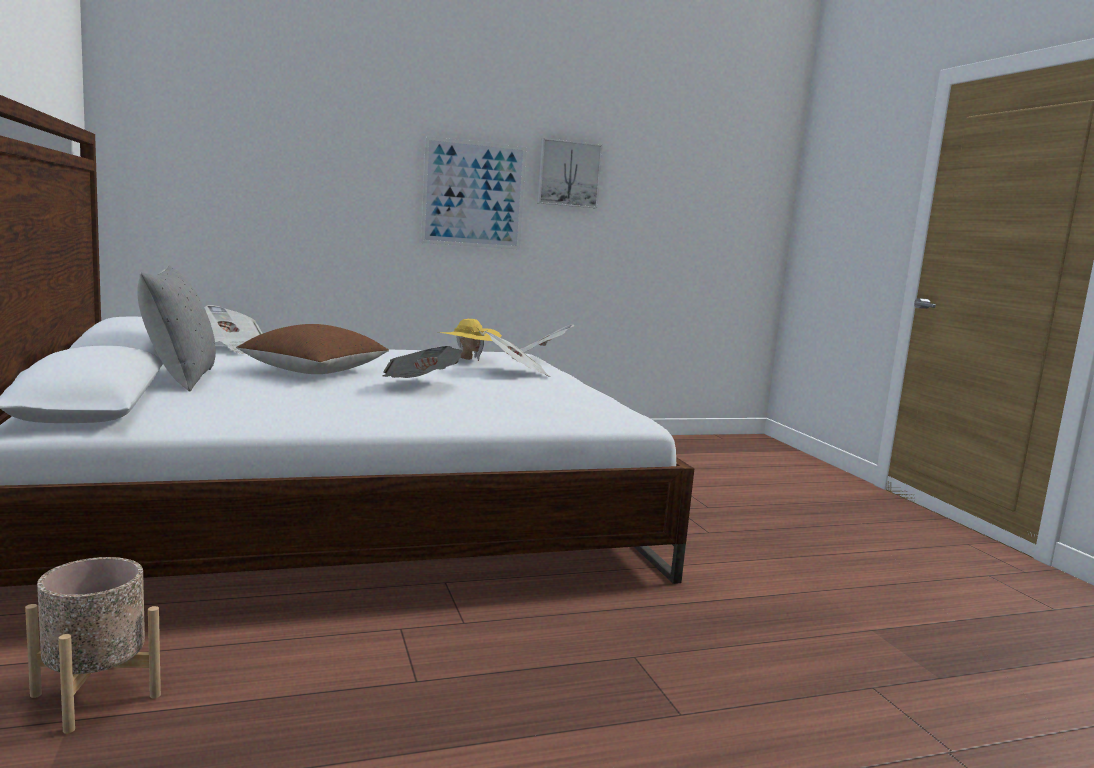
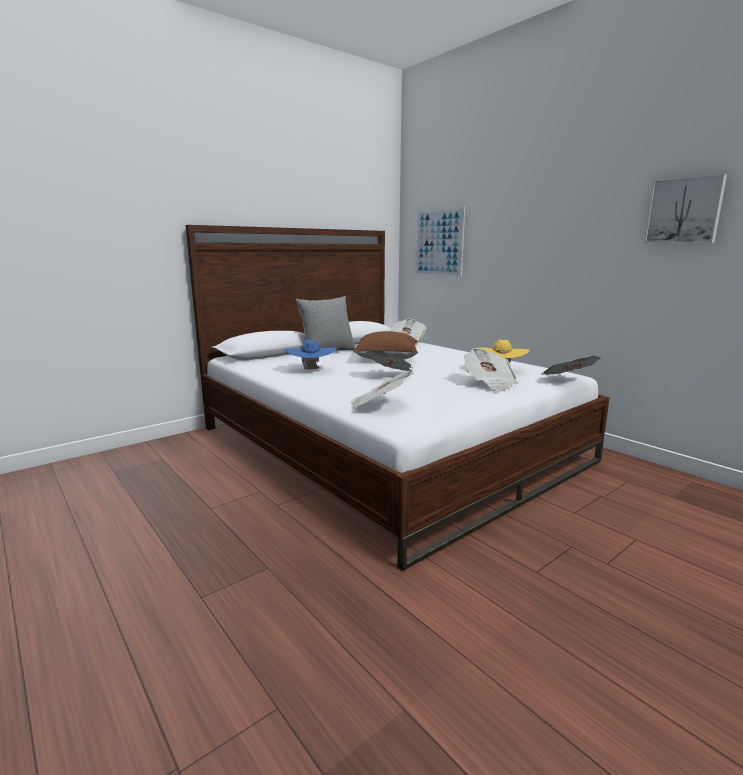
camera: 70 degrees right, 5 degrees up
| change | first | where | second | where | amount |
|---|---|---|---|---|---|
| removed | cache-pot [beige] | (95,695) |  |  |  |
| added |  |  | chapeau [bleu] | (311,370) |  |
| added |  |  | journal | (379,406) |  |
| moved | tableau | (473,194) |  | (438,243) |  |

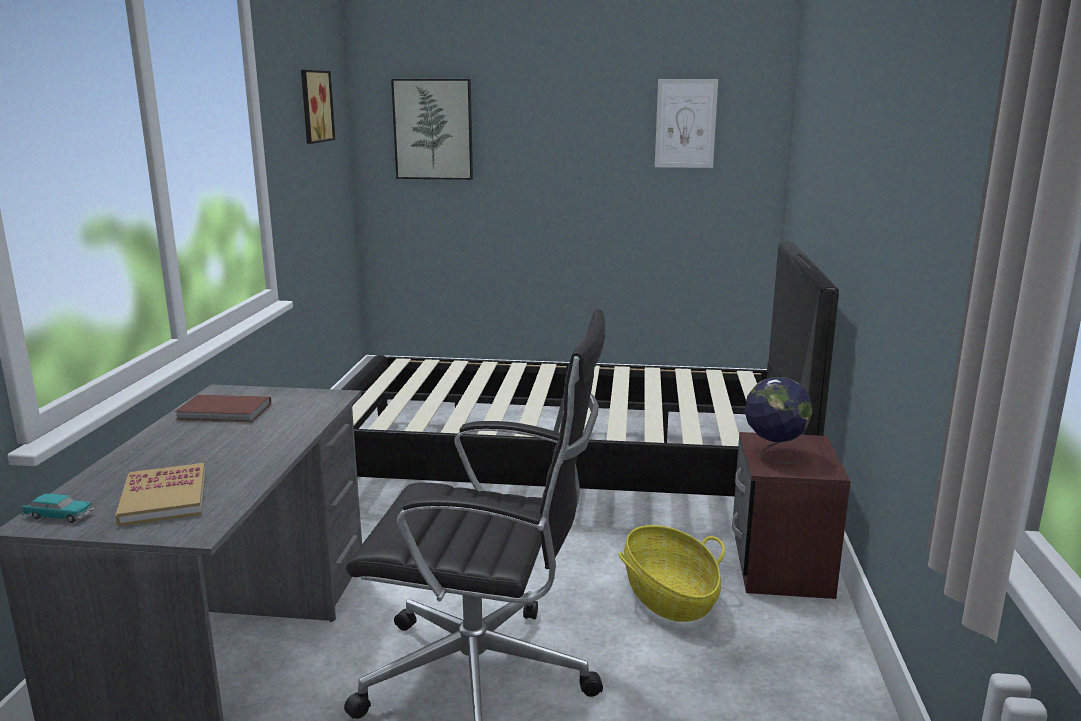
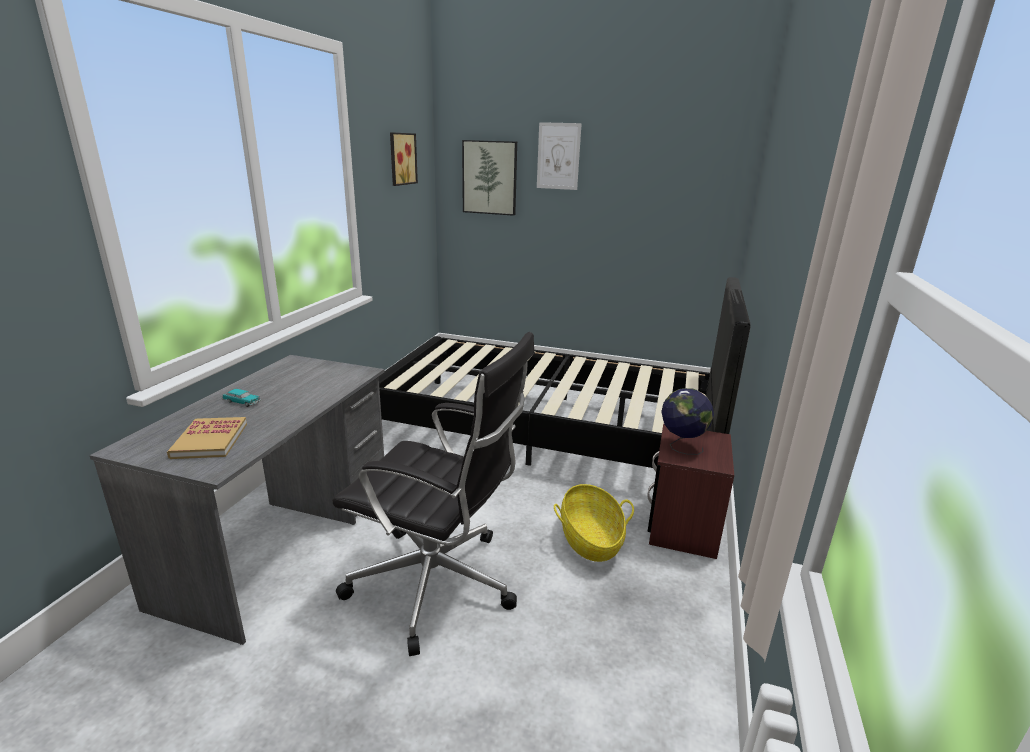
camera: 10 degrees right, 5 degrees up
| change | first | where | second | where | amount |
|---|---|---|---|---|---|
| removed | livre [marron] | (224,412) |  |  |  |
| moved | petite voiture | (59,515) |  | (242,402) |  |
| moved | tableau | (685,123) |  | (558,156) |  |

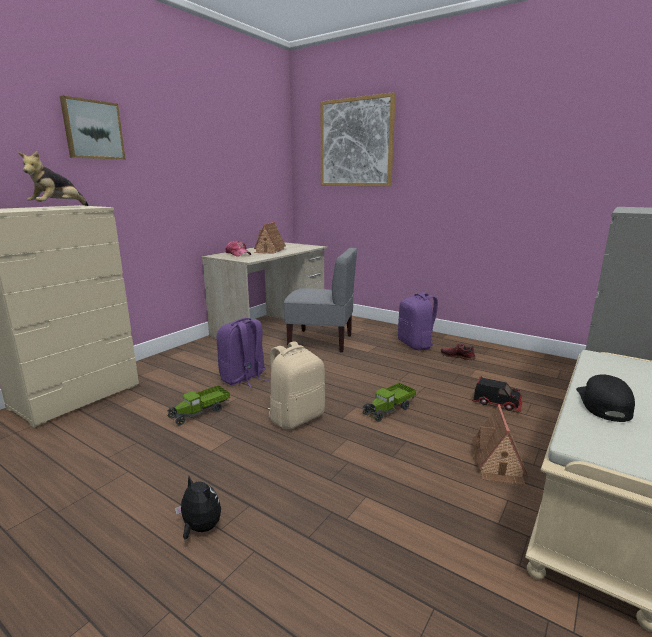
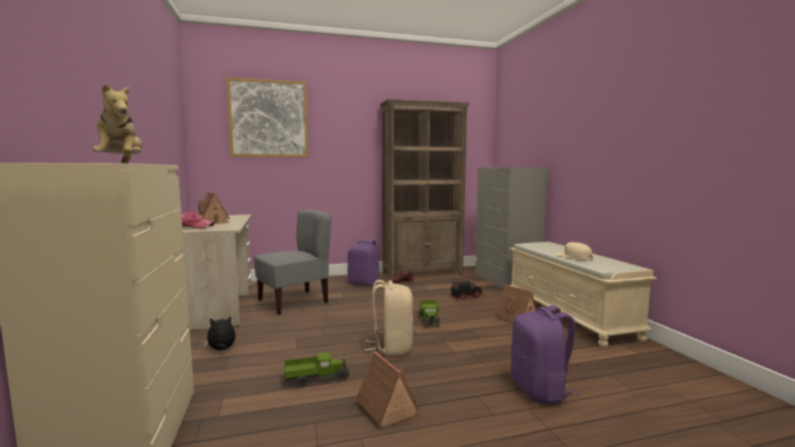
camera: 50 degrees left, 10 degrees down
| change | first | where | second | where | amount |
|---|---|---|---|---|---|
| removed | tableau | (92,130) |  |  |  |
| added |  |  | maison miniature | (384,407) |  |
| added |  |  | bibliothèque [marron] | (423,273) |  |
| moved | peluche | (200,528) |  | (221,350) |  |
| moved | sac à dos [violet] | (243,378) |  | (540,390) |  |
| recoloured | casquette [noir] | (603,404) | casquette [beige] | (573,257) |  |
| turned | camion jouet | (200,412) |  | (316,379) | 105 degrees counterclockwise |

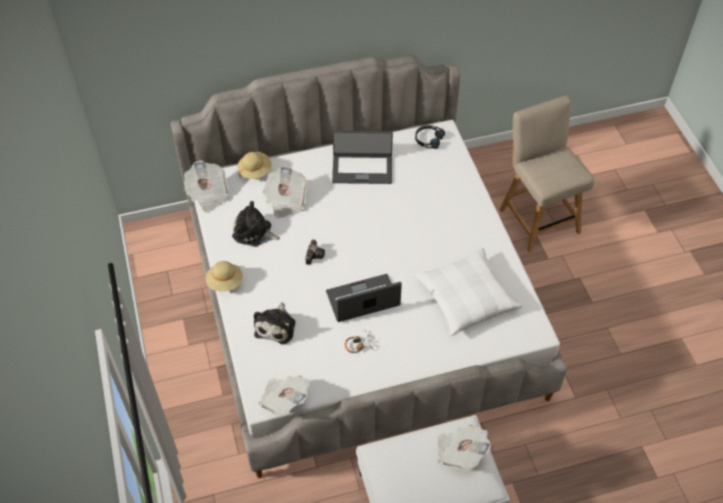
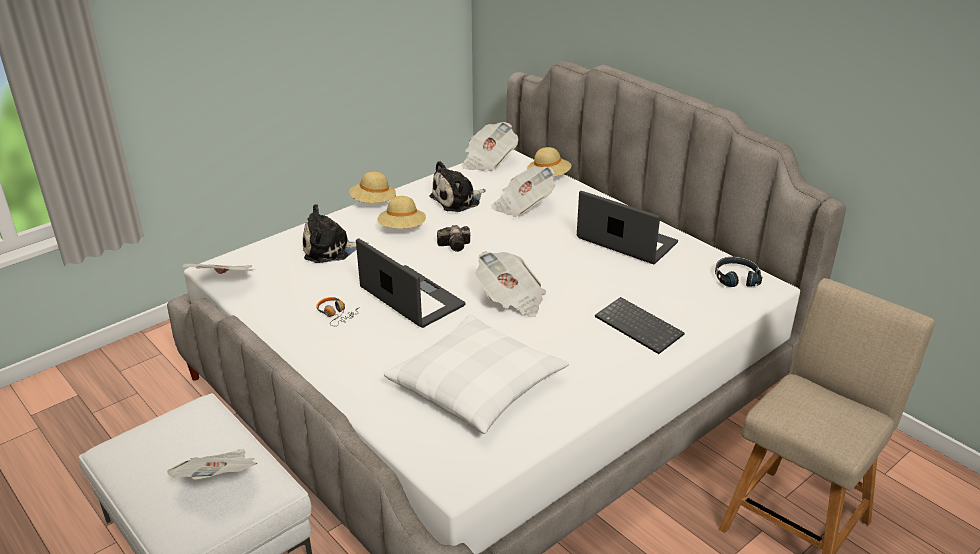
camera: 65 degrees right, 20 degrees down
| change | first | where | second | where | amount |
|---|---|---|---|---|---|
| added |  |  | chapeau [beige] | (402,228) |  |
| added |  |  | journal | (511,299) |  |
| added |  |  | clavier | (640,327) |  |
| turned | peluche | (254,232) |  | (458,200) | 120 degrees counterclockwise |
| turned | ordinateur portable | (362,169) |  | (626,241) | 150 degrees clockwise |

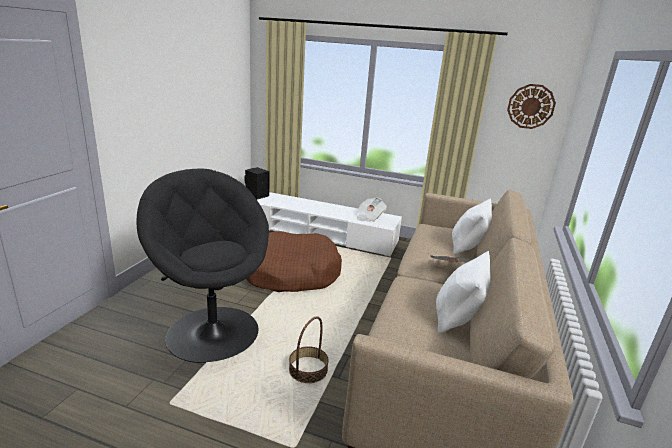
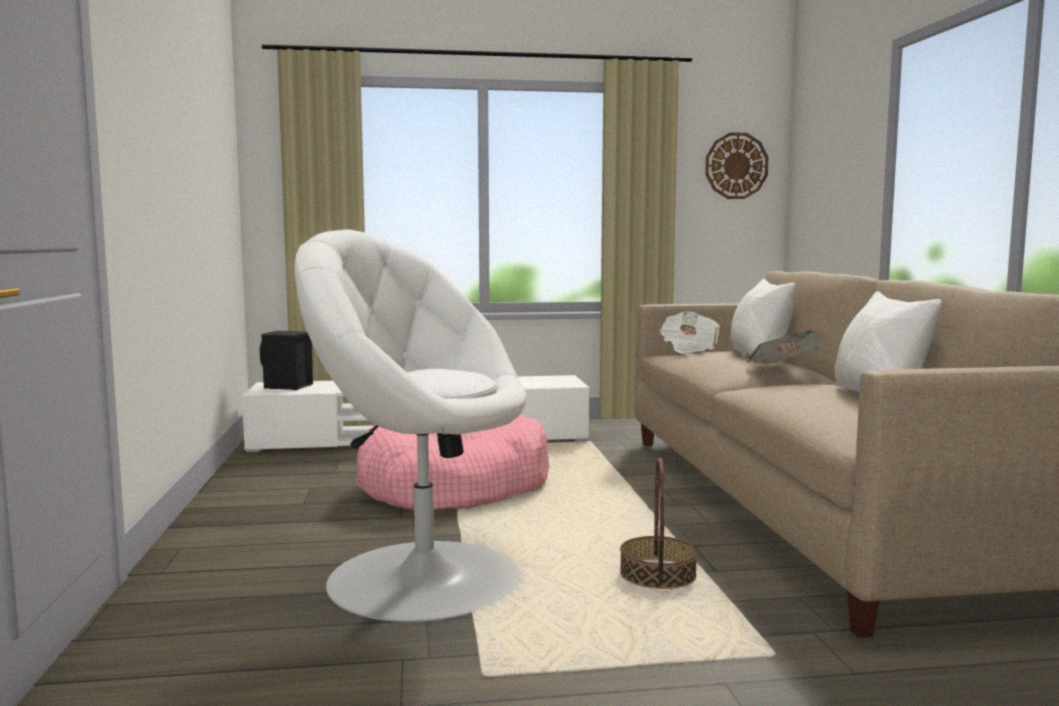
camera: 25 degrees left, 15 degrees down
| change | first | where | second | where | amount |
|---|---|---|---|---|---|
| moved | journal | (369,217) |  | (689,349) |  |
| recoloured | fauteuil [noir] | (213,331) | fauteuil [blanc] | (422,576) |  |
| recoloured | panier pour chien [marron] | (290,273) | panier pour chien [rose] | (454,486) |  |

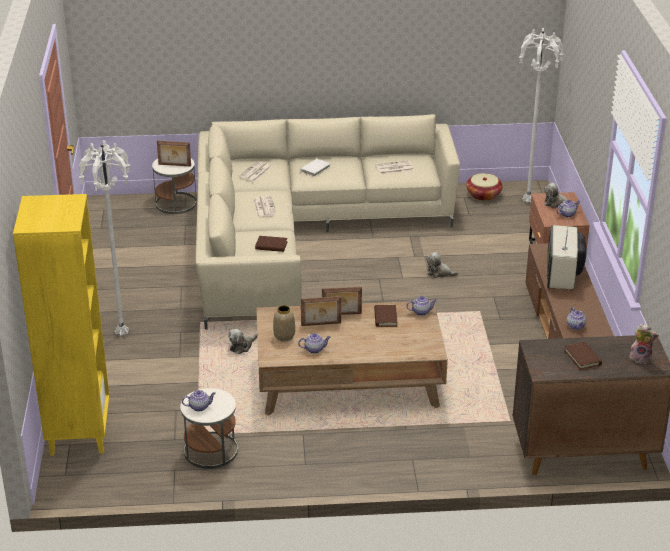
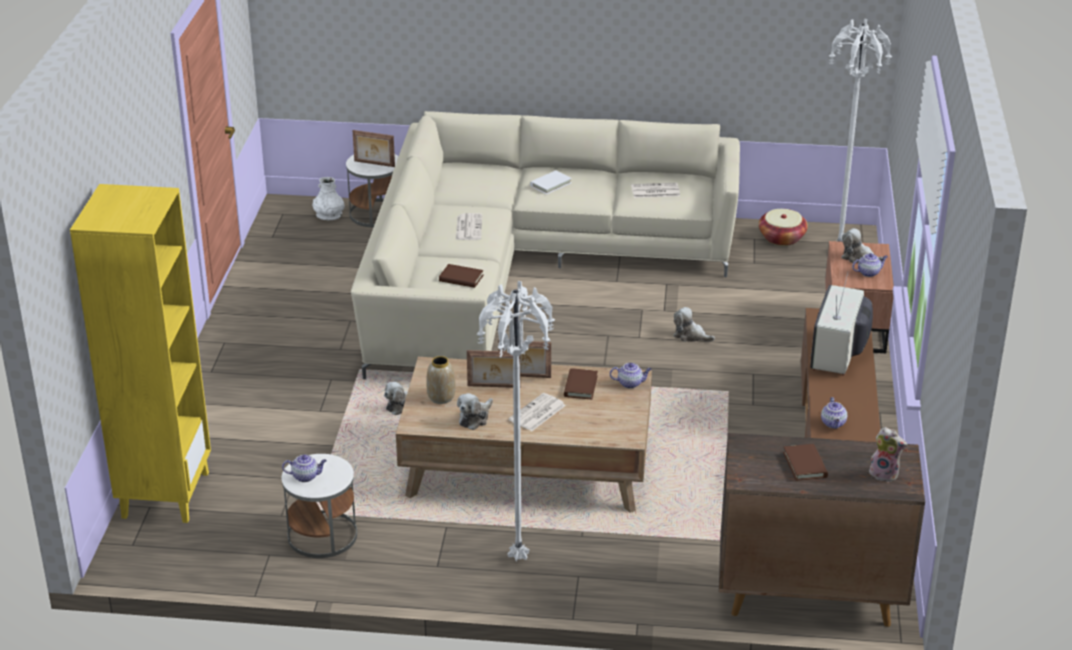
camera: 10 degrees right, 0 degrees up
| change | first | where | second | where | amount |
|---|---|---|---|---|---|
| added |  |  | vase [blanc] | (329,215) |  |
| moved | lampadaire [blanc] | (121,334) |  | (516,557) |  |
| moved | journal | (255,172) |  | (537,413) |  |
| replaced | théière | (314,349) | peluche | (475,418) |  |

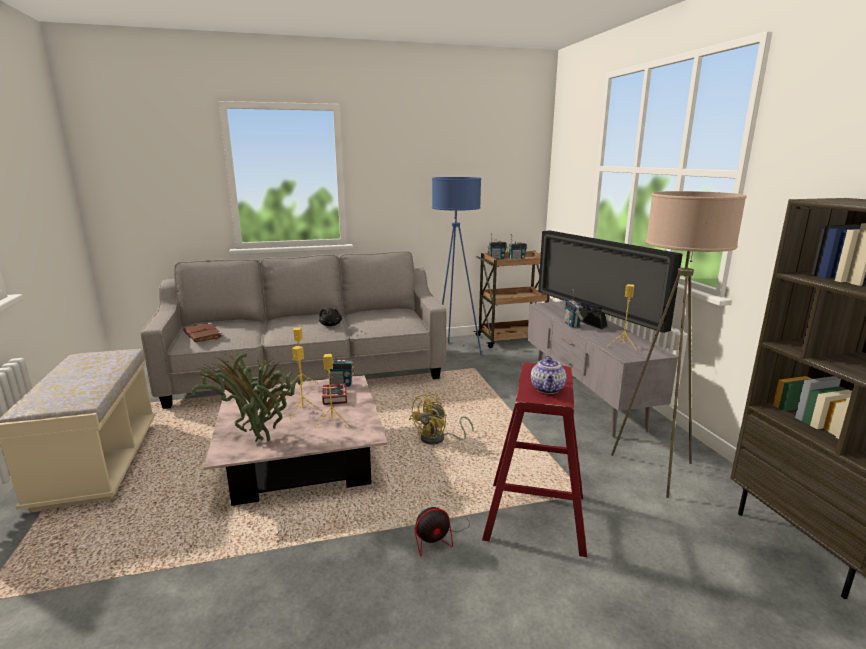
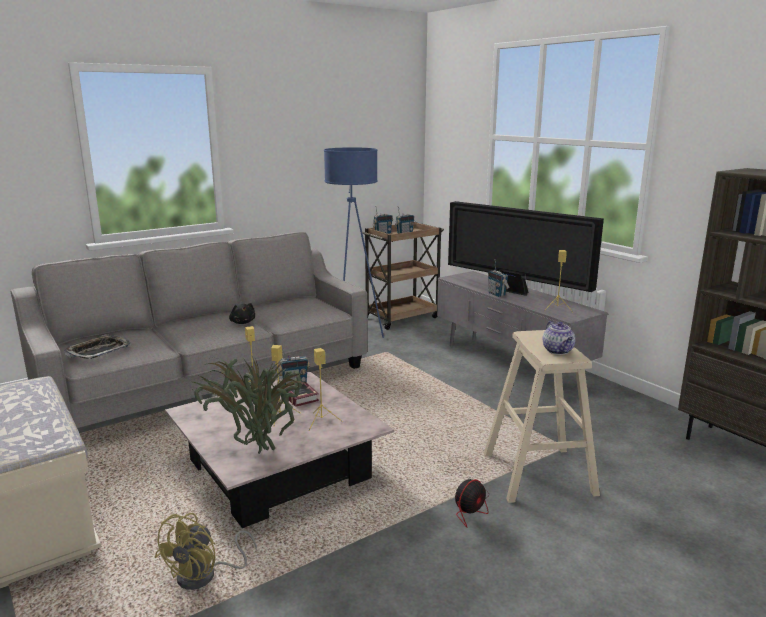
camera: 20 degrees left, 0 degrees up
| change | first | where | second | where | amount |
|---|---|---|---|---|---|
| removed | lampadaire [beige] | (655,470) |  |  |  |
| moved | ventilateur [jaune] | (438,439) |  | (205,576) |  |
| replaced | livre [marron] | (203,335) | plateau | (98,351) |  |
| recoloured | tabouret [rouge] | (535,516) | tabouret [beige] | (538,474) |  |

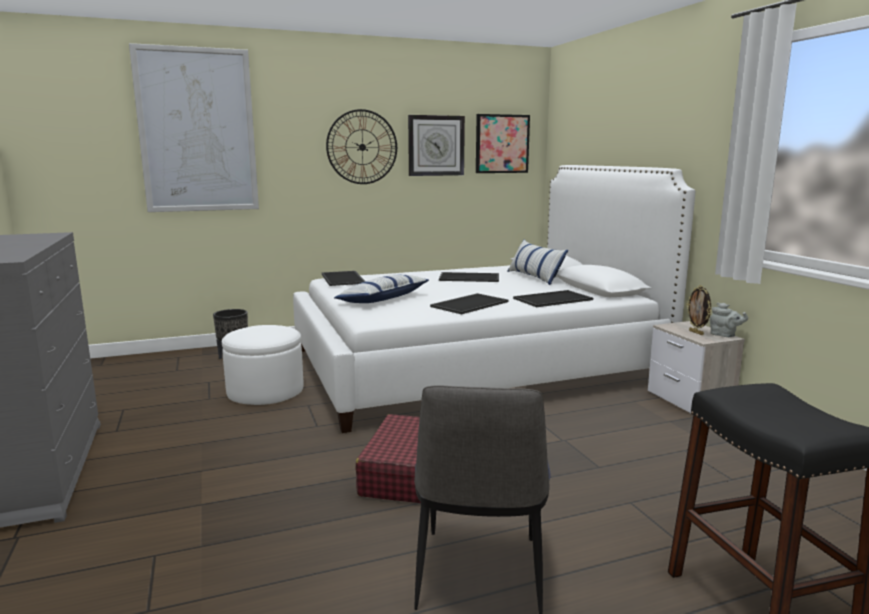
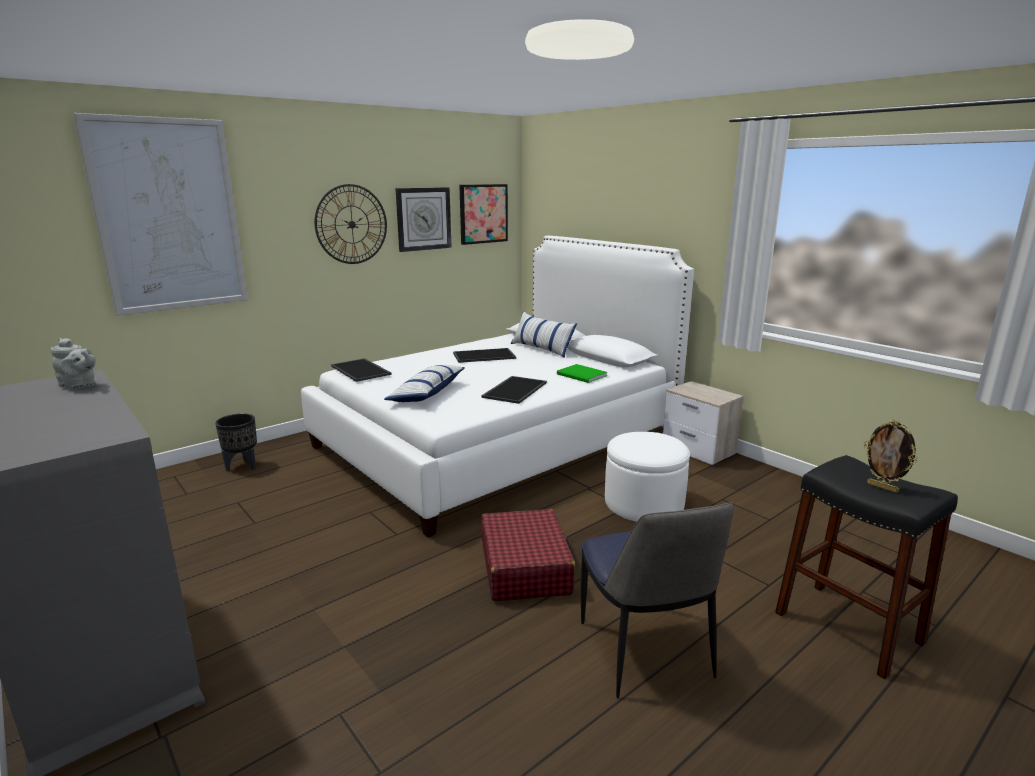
camera: 20 degrees left, 5 degrees up
| change | first | where | second | where | amount |
|---|---|---|---|---|---|
| moved | pouf [blanc] | (265,391) |  | (644,503) |  |
| moved | cadre photo | (696,333) |  | (883,487) |  |
| moved | théière [gris] | (724,335) |  | (79,385) |  |
| replaced | plateau | (553,299) | livre [vert] | (582,375) |  |

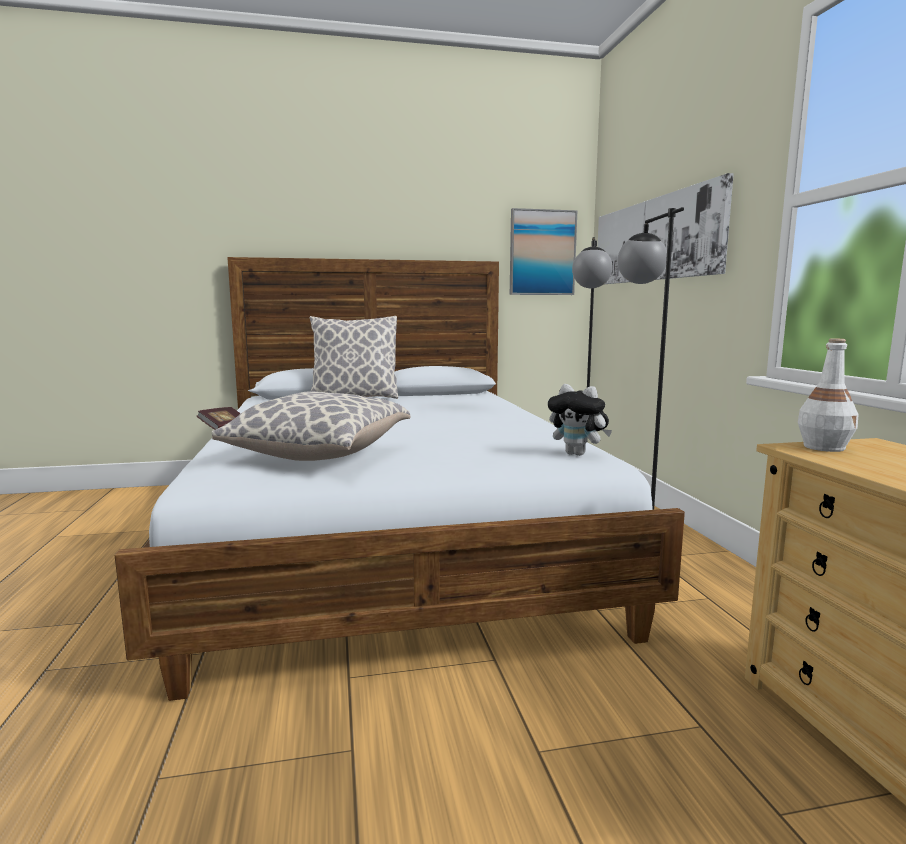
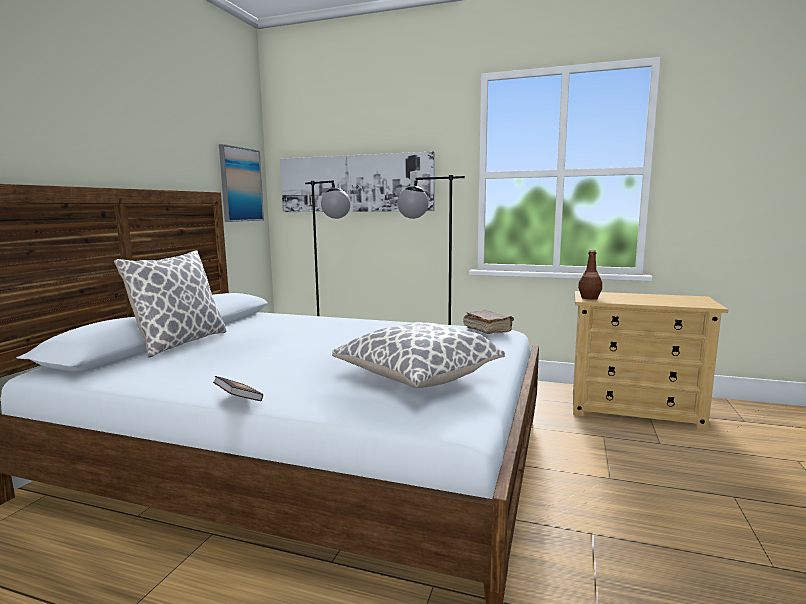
camera: 60 degrees left, 0 degrees up
| change | first | where | second | where | amount |
|---|---|---|---|---|---|
| replaced | peluche | (578,454) | livre [marron] | (487,330) |  |
| recoloured | bouteille [blanc] | (824,447) | bouteille [marron] | (589,298) |  |

